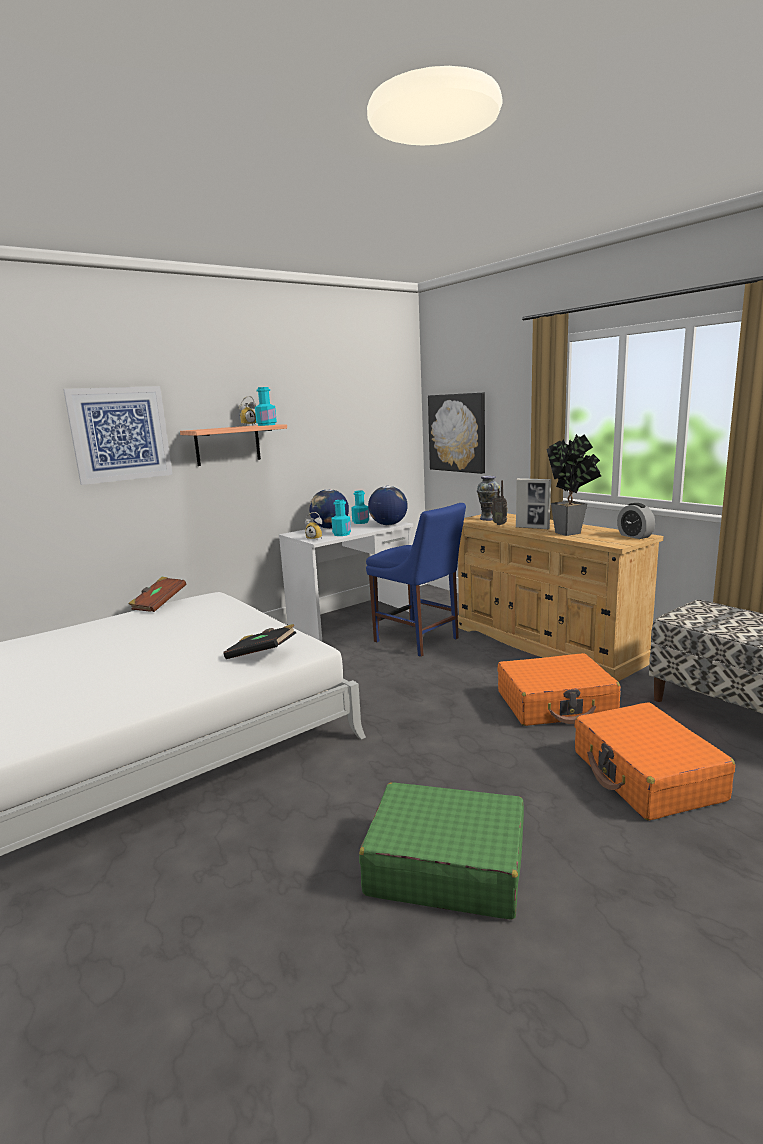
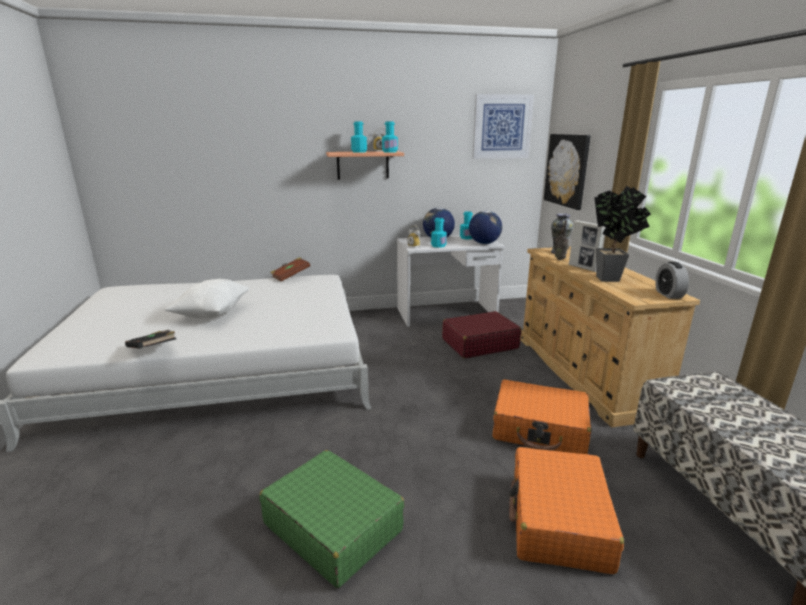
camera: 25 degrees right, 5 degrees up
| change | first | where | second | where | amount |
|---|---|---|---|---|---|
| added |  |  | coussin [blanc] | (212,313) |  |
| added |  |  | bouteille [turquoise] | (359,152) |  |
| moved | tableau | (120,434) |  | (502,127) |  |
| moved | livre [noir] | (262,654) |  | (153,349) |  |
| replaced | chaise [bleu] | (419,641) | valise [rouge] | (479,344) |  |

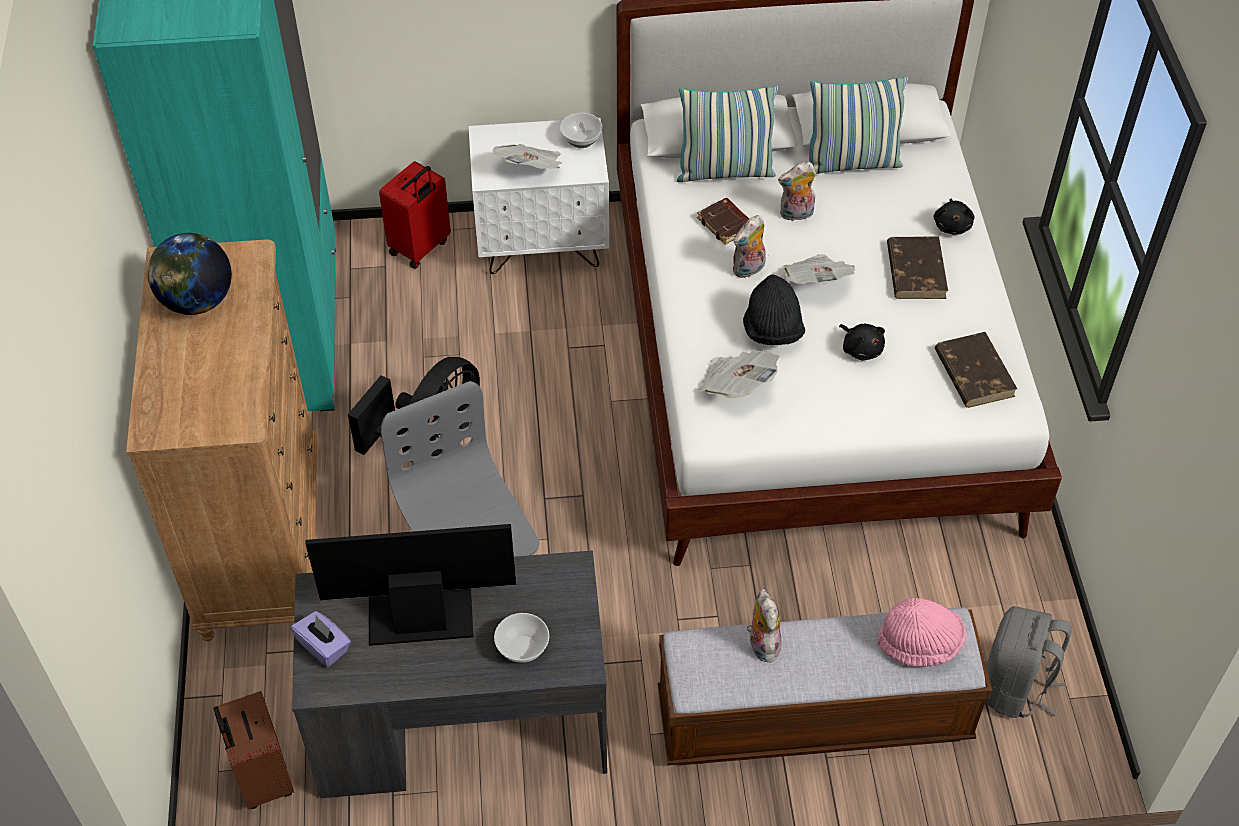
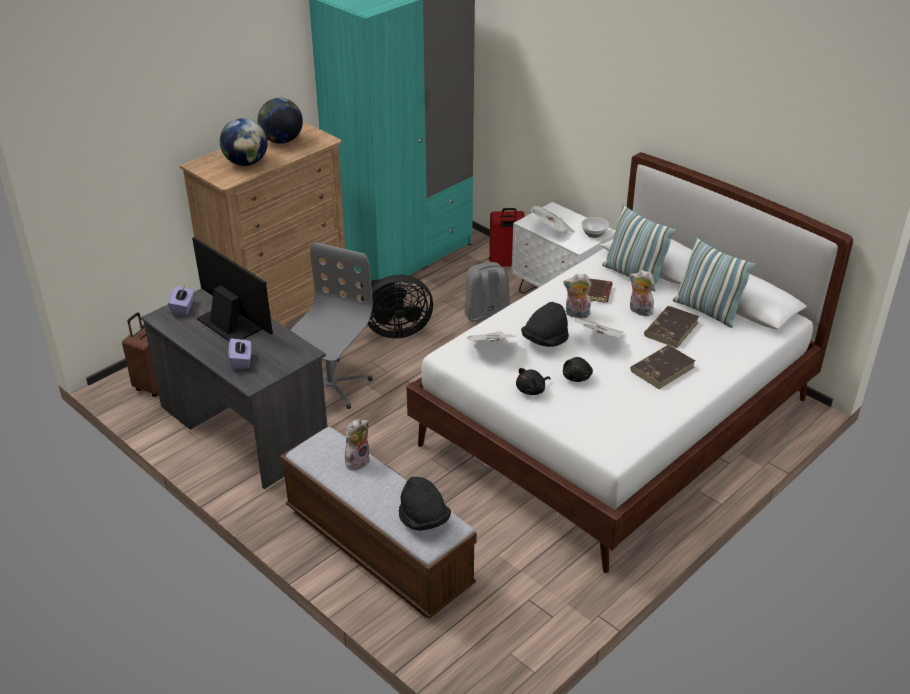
camera: 50 degrees right, 15 degrees down
| change | first | where | second | where | amount |
|---|---|---|---|---|---|
| added |  |  | globe | (246,163) |  |
| moved | peluche [noir] | (952,225) |  | (532,390) |  |
| moved | livre [marron] | (973,372) |  | (671,329) |  |
| moved | sac à dos [gris] | (1015,687) |  | (487,316) |  |
| replaced | bol | (521,648) | boîte à mouchoirs [violet] | (241,361) |  |
| recoloured | chapeau [rose] | (919,644) | chapeau [noir] | (423,519) |  |

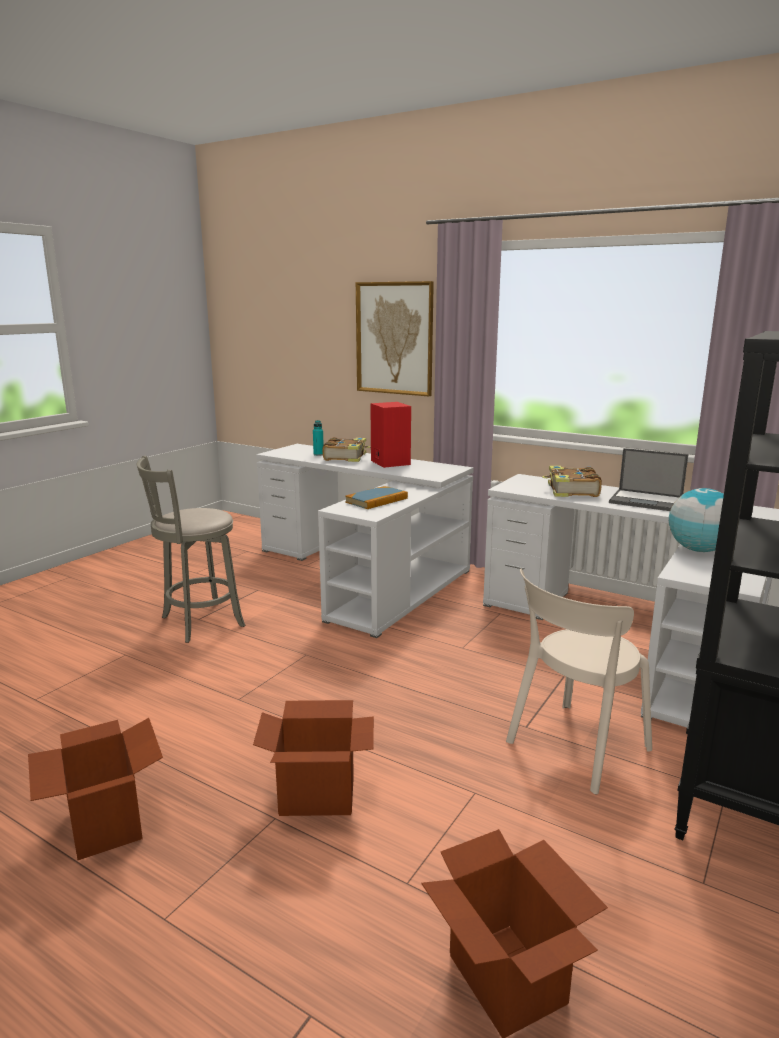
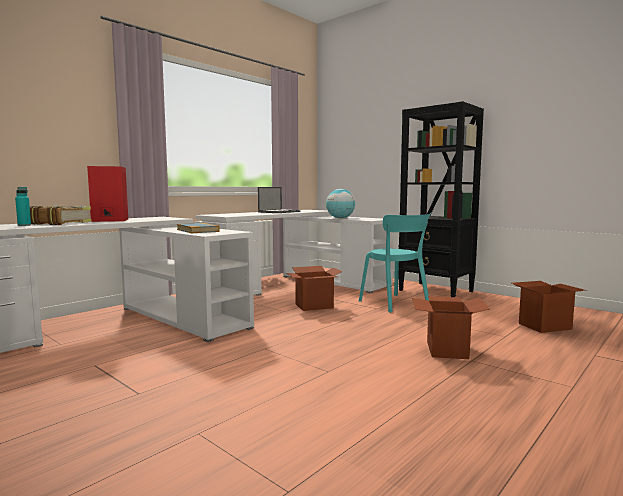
camera: 80 degrees left, 10 degrees down
| change | first | where | second | where | amount |
|---|---|---|---|---|---|
| removed | tabouret [gris] | (198,623) |  |  |  |
| removed | tableau | (394,338) |  |  |  |
| removed | livre | (571,491) |  |  |  |
| moved | carton | (105,824) |  | (314,306) |  |
| recoloured | chaise [beige] | (574,748) | chaise [turquoise] | (395,304) |  |

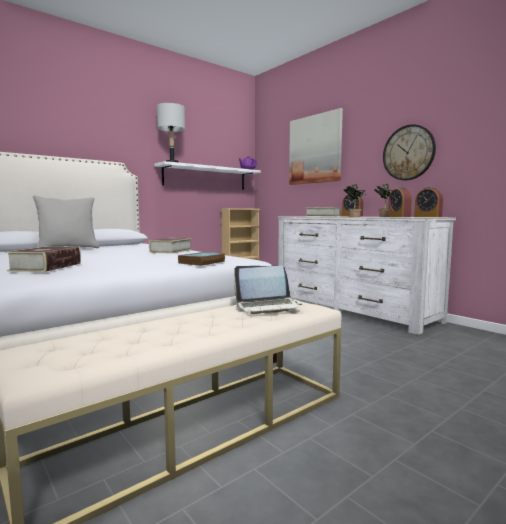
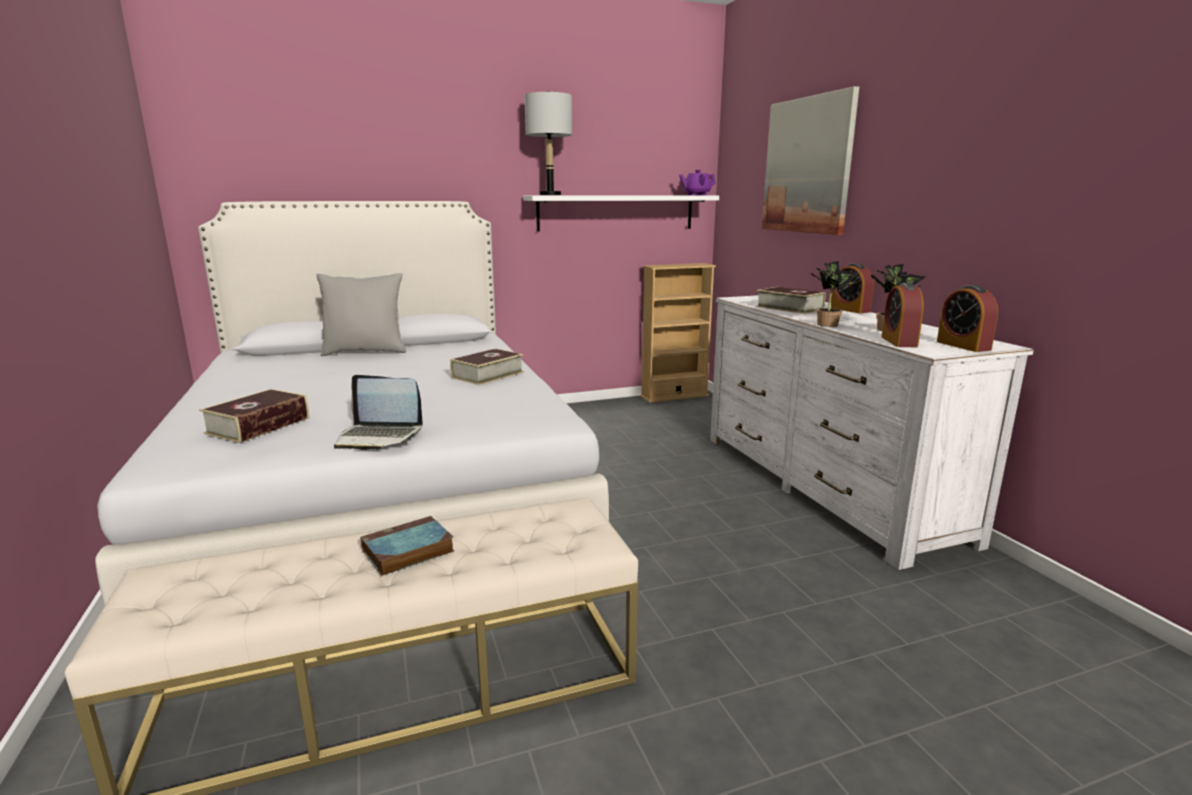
camera: 20 degrees right, 10 degrees up
| change | first | where | second | where | amount |
|---|---|---|---|---|---|
| removed | horloge murale | (408,153) |  |  |  |
| moved | livre | (201,262) |  | (406,552) |  |
| moved | ordinateur portable | (267,306) |  | (379,437) |  |

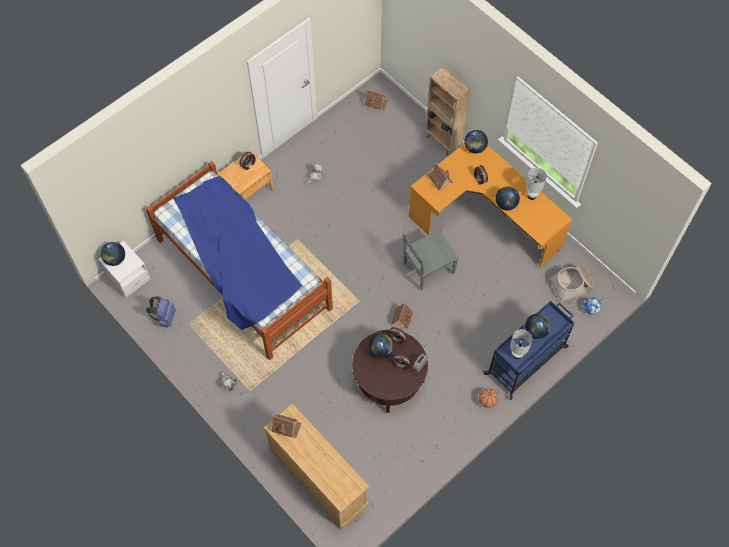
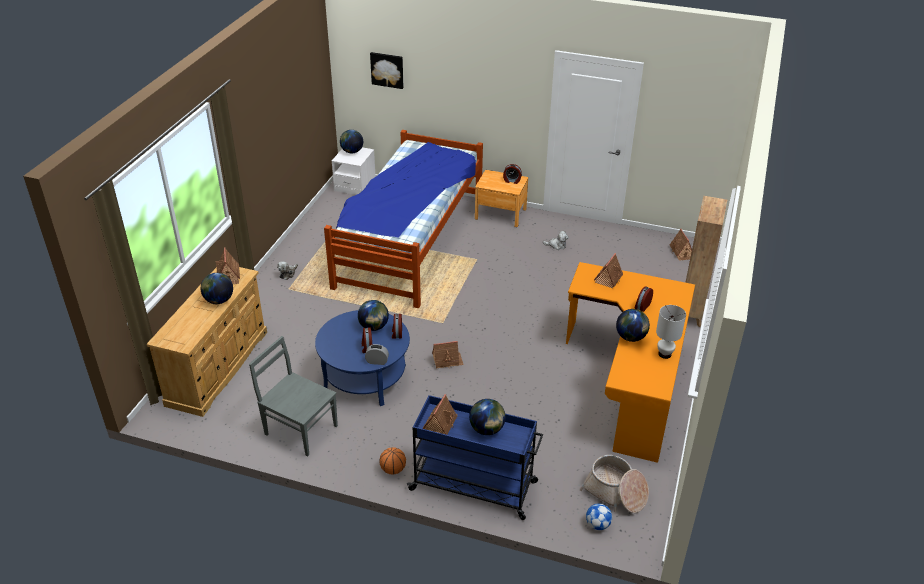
camera: 60 degrees right, 25 degrees down
| change | first | where | second | where | amount |
|---|---|---|---|---|---|
| removed | sac à dos [bleu] | (164,318) |  |  |  |
| added |  |  | tableau | (387,69) |  |
| moved | chaise [gris] | (427,269) |  | (299,429) |  |
| moved | globe | (474,148) |  | (219,300) |  |
| replaced | lampe de table [blanc] | (516,354) | maison miniature | (440,423) |  |
| recoloured | table basse [marron] | (389,379) | table basse [bleu] | (365,378) |  |

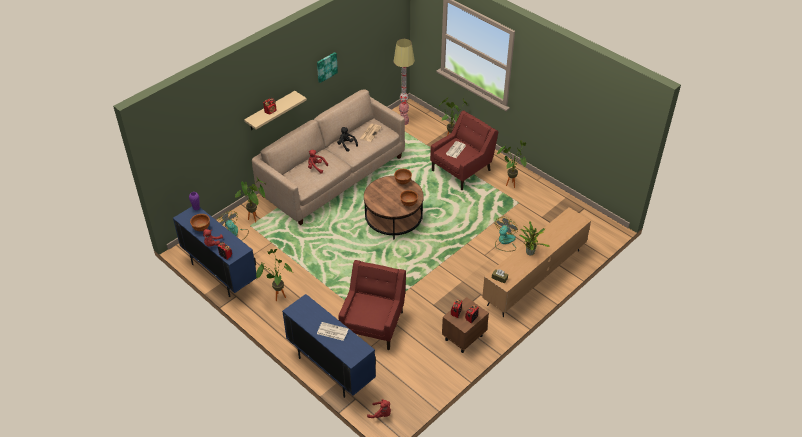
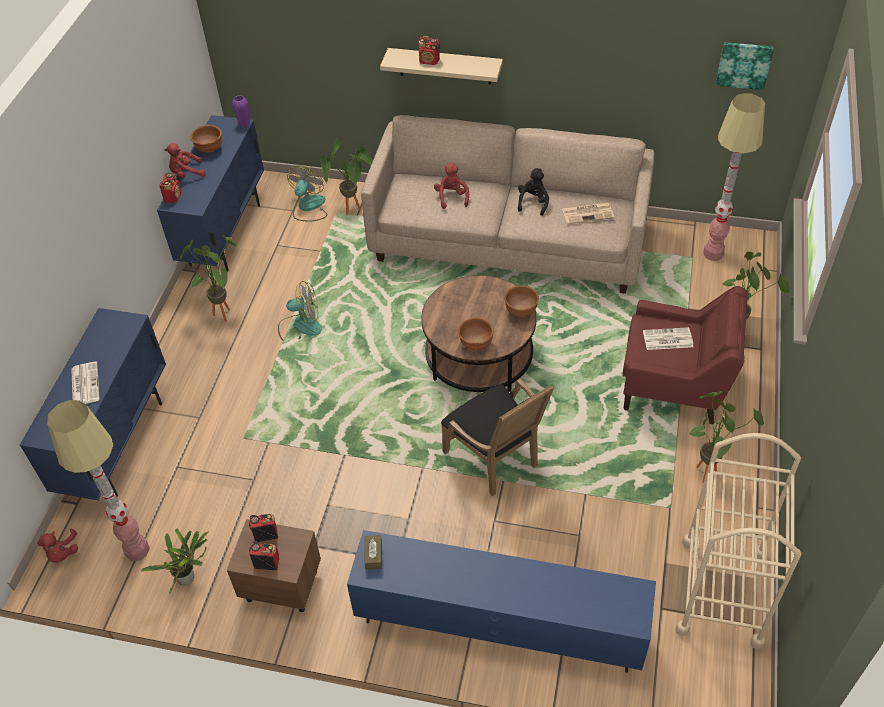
camera: 60 degrees right, 5 degrees up
| change | first | where | second | where | amount |
|---|---|---|---|---|---|
| removed | fauteuil [rouge] | (373,324) |  |  |  |
| added |  |  | lampadaire | (137,550) |  |
| added |  |  | fauteuil [noir] | (496,461) |  |
| added |  |  | chariot [beige] | (721,591) |  |
| moved | tableau | (326,67) |  | (744,64) |  |
| moved | ventilateur | (505,242) |  | (300,326) |  |
| moved | plante en pot | (530,252) |  | (189,577) |  |
| recoloured | meuble télé [marron] | (534,277) | meuble télé [bleu] | (499,625) |  |

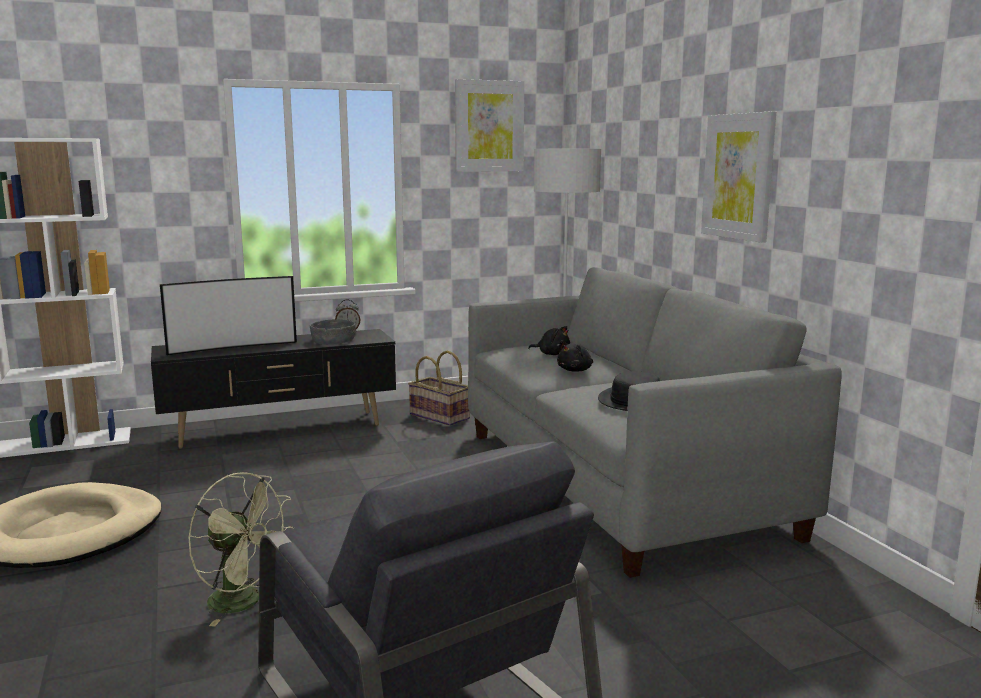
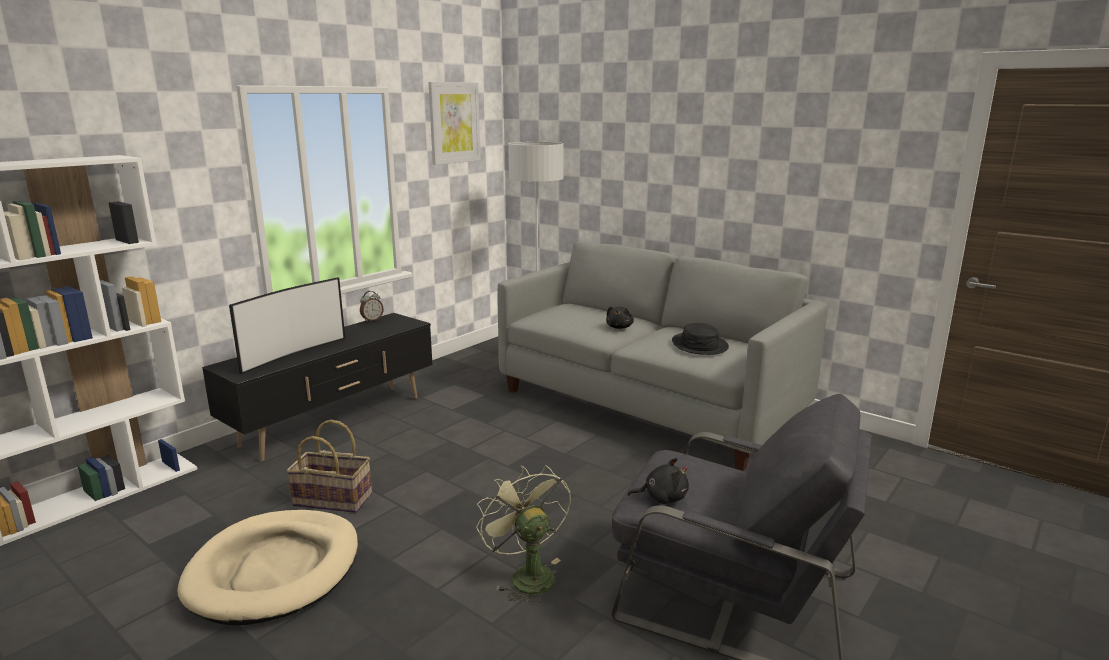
camera: 30 degrees left, 5 degrees up
| change | first | where | second | where | amount |
|---|---|---|---|---|---|
| removed | bol [gris] | (333,340) |  |  |  |
| removed | tableau | (738,176) |  |  |  |
| moved | panier | (440,416) |  | (334,499) |  |
| moved | peluche [noir] | (552,354) |  | (662,497) |  |
| turned | ventilateur [vert] | (244,603) |  | (526,575) | 120 degrees counterclockwise |

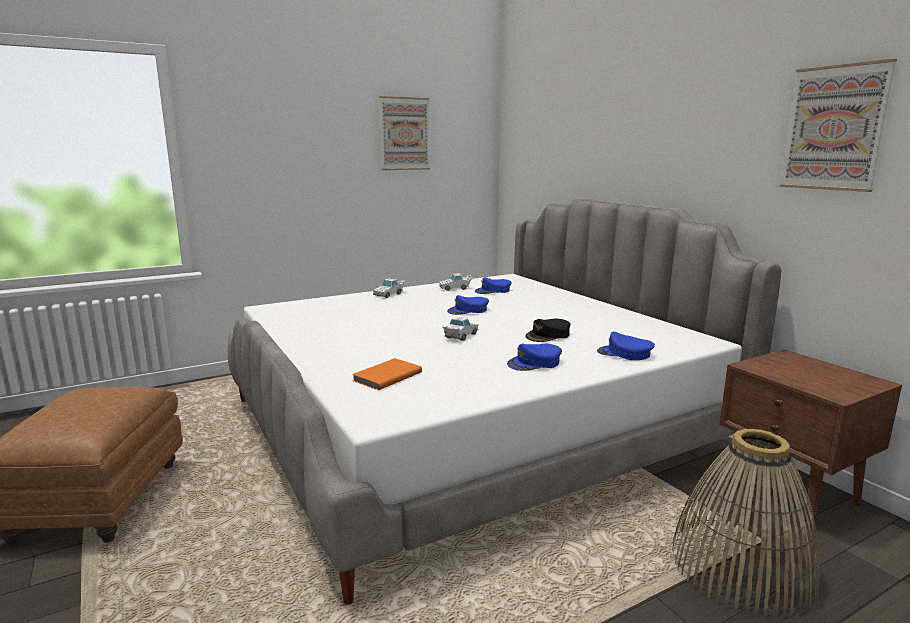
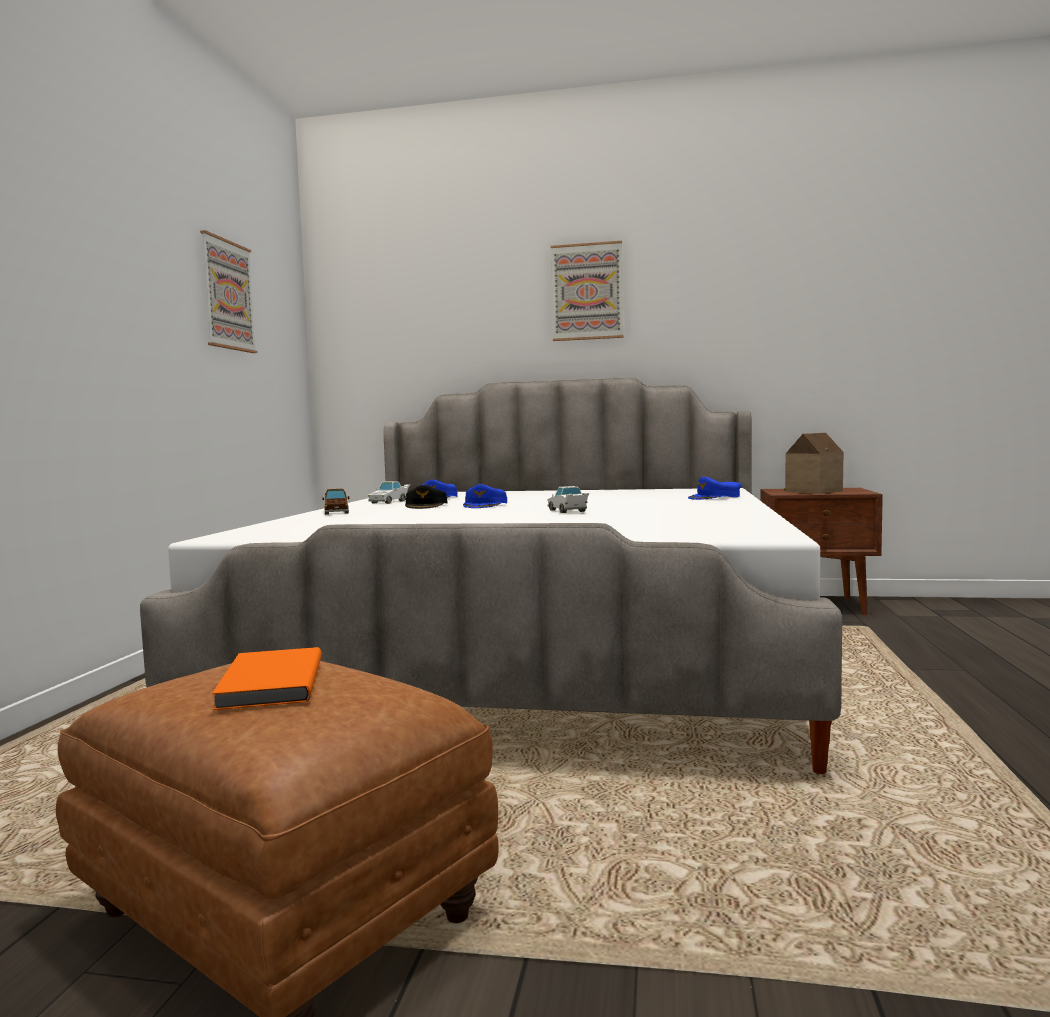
camera: 50 degrees left, 10 degrees down
| change | first | where | second | where | amount |
|---|---|---|---|---|---|
| removed | casquette [bleu] | (534,363) |  |  |  |
| removed | panier | (741,567) |  |  |  |
| added |  |  | maison miniature | (811,491) |  |
| moved | livre [orange] | (386,376) |  | (268,684) |  |
| moved | casquette [noir] | (548,335) |  | (426,505) |  |
| moved | tableau | (834,128) |  | (587,292) |  |
| recoloured | petite voiture [blanc] | (389,294) | petite voiture [marron] | (336,512) |  |

